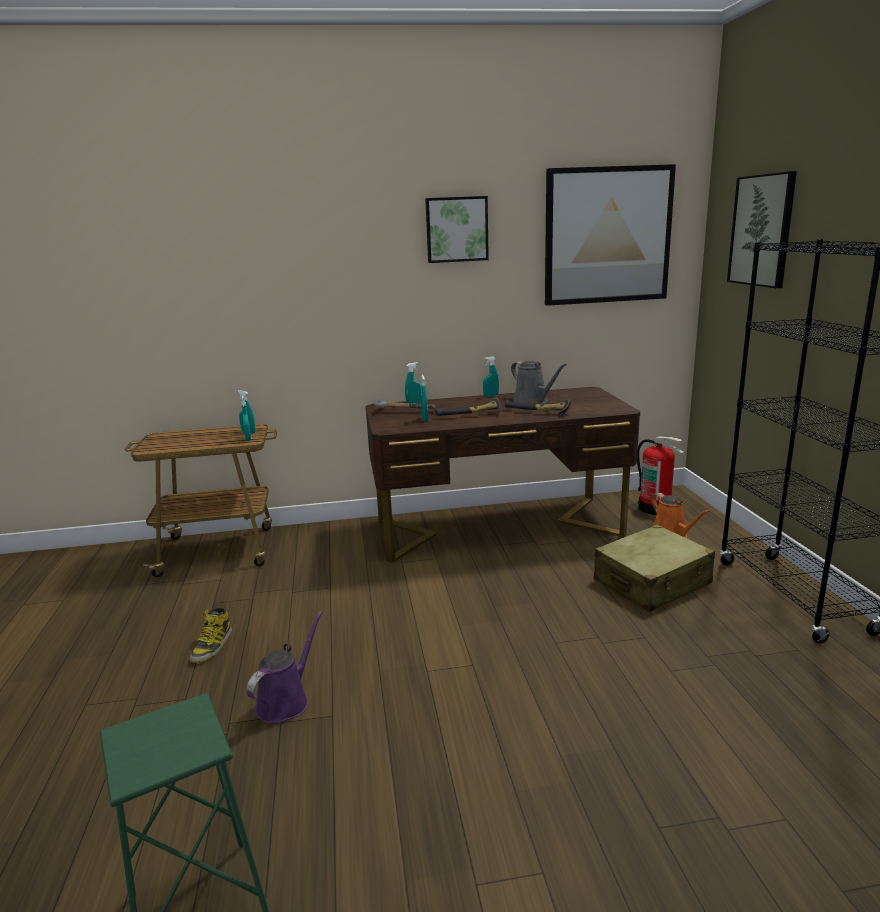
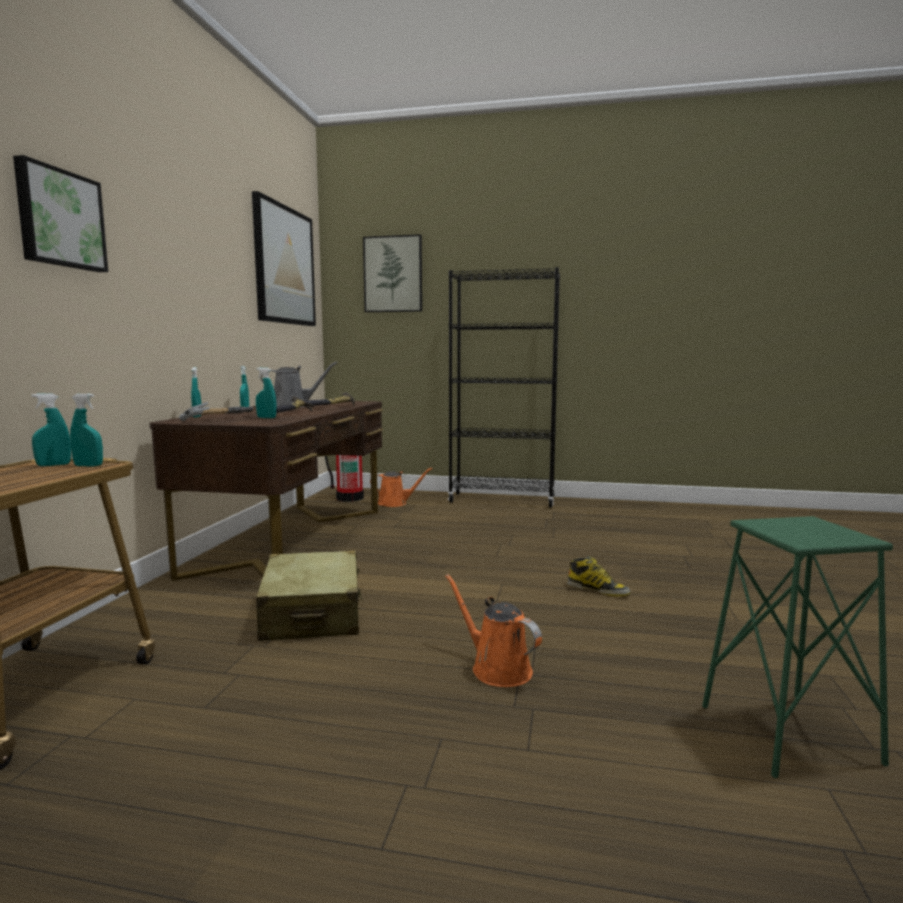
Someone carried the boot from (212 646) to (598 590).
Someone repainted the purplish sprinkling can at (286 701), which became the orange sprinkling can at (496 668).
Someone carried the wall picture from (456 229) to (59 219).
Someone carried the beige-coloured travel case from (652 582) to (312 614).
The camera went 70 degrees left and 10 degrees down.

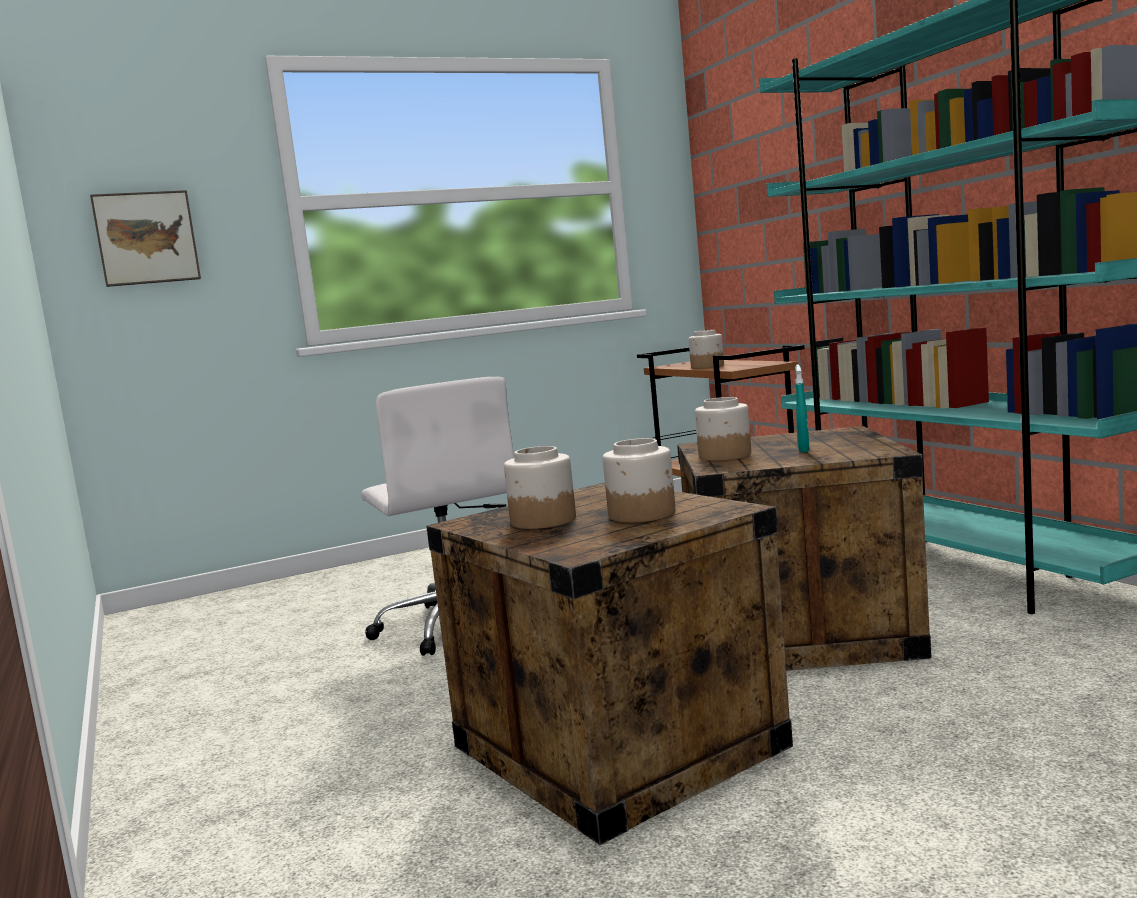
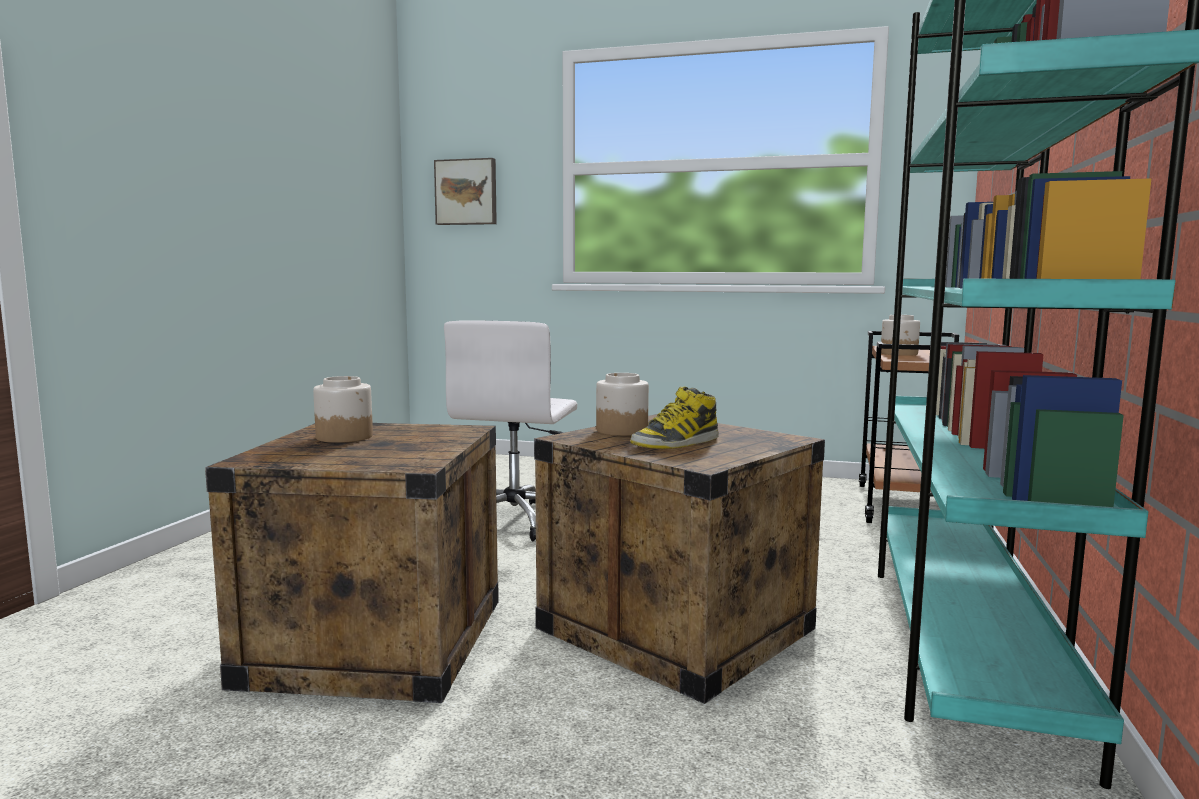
Someone took away the storage jar at (642 514).
Someone swapped the turquoise-coloured hand sprayer at (803 450) for the boot at (676 443).
The camera went 40 degrees right and 0 degrees up.

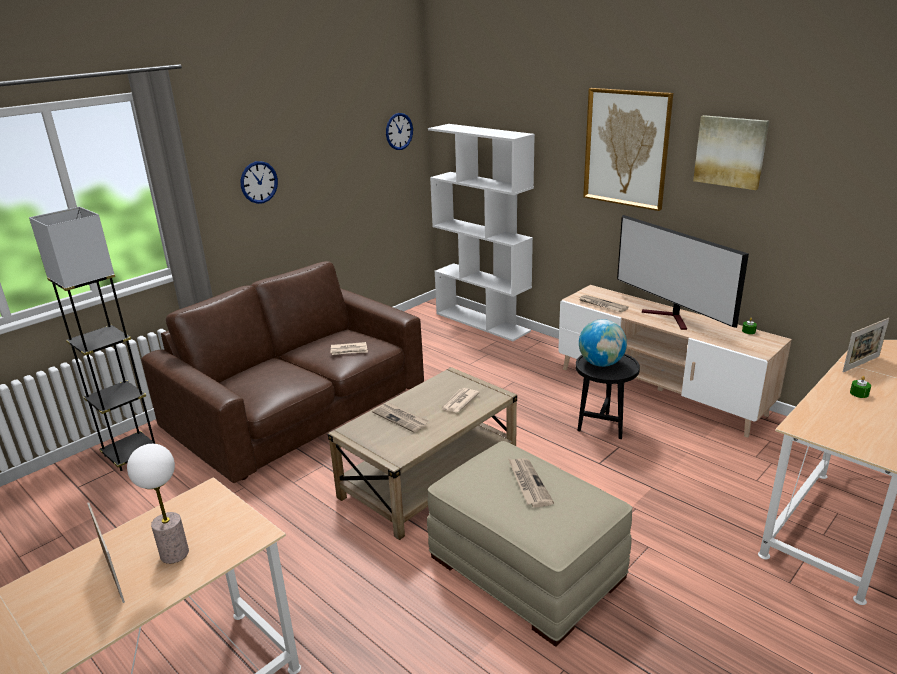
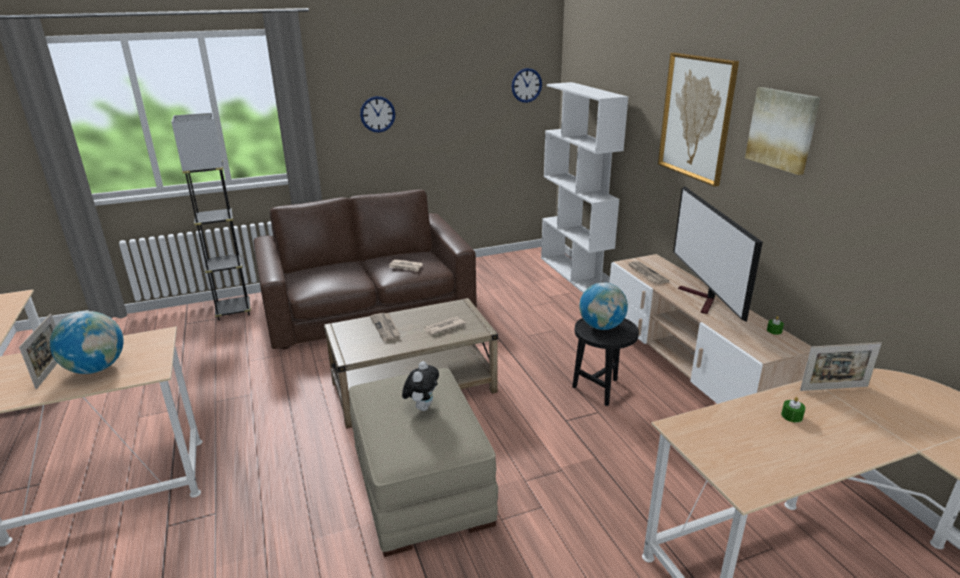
Someone swapped the table lamp at (175 553) for the desk globe at (96 368).
Someone swapped the newspaper at (528 483) for the plush toy at (422 407).
The camera went 25 degrees right and 0 degrees up.

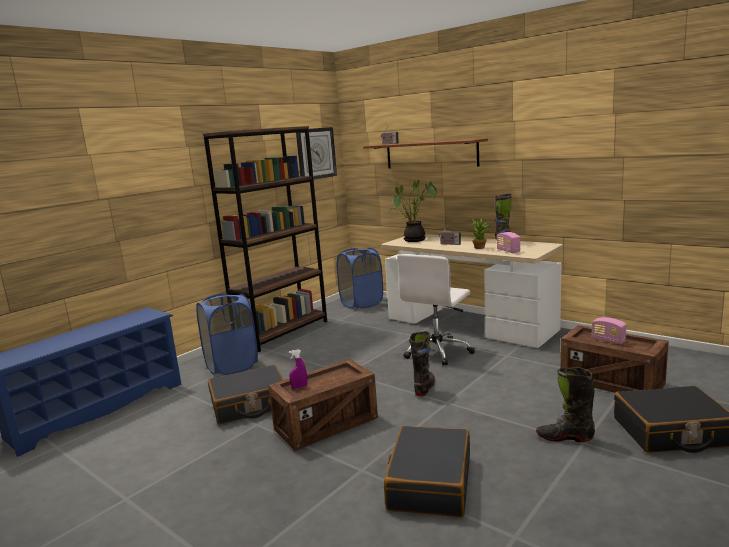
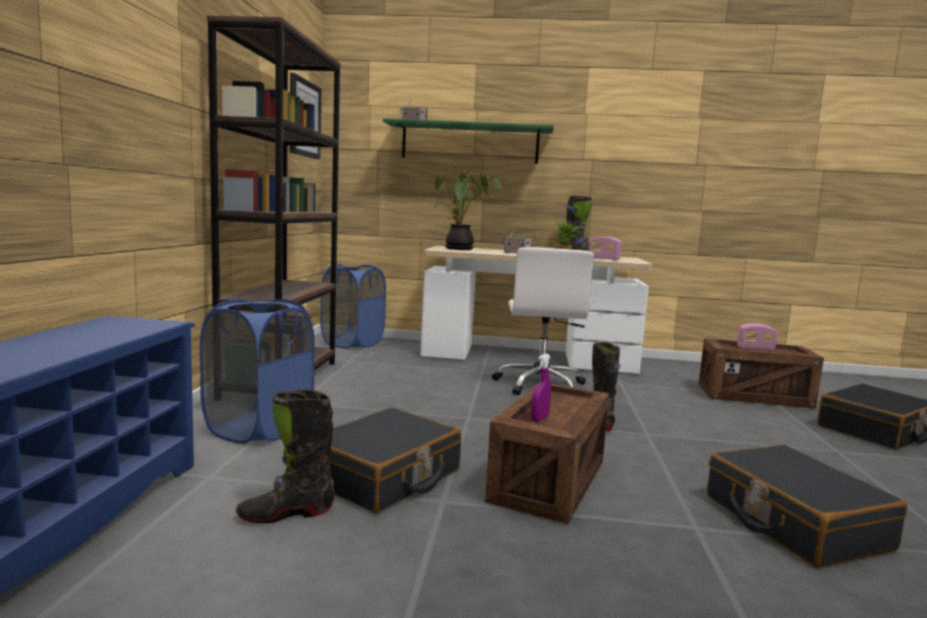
Someone repainted the brownish bracket shelf at (430 154), which became the green-coloured bracket shelf at (470 143).
Someone carried the black boot from (564 437) to (286 513).
The camera went 35 degrees left and 5 degrees down.

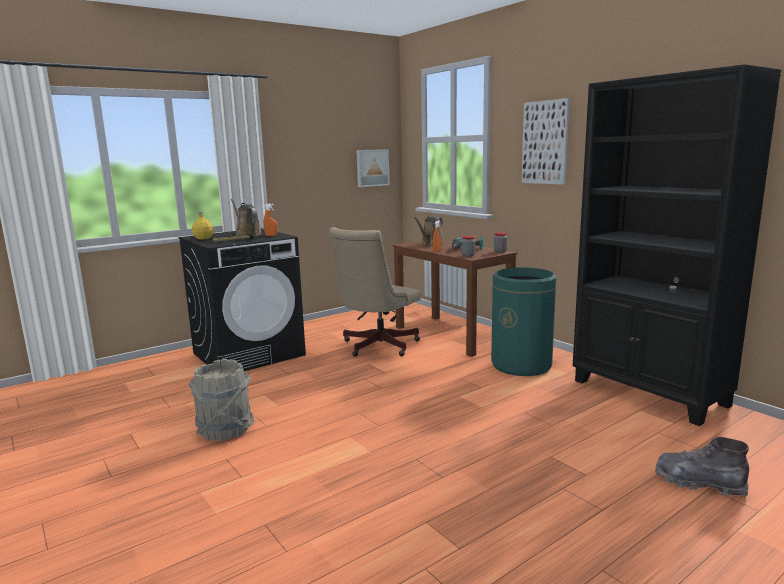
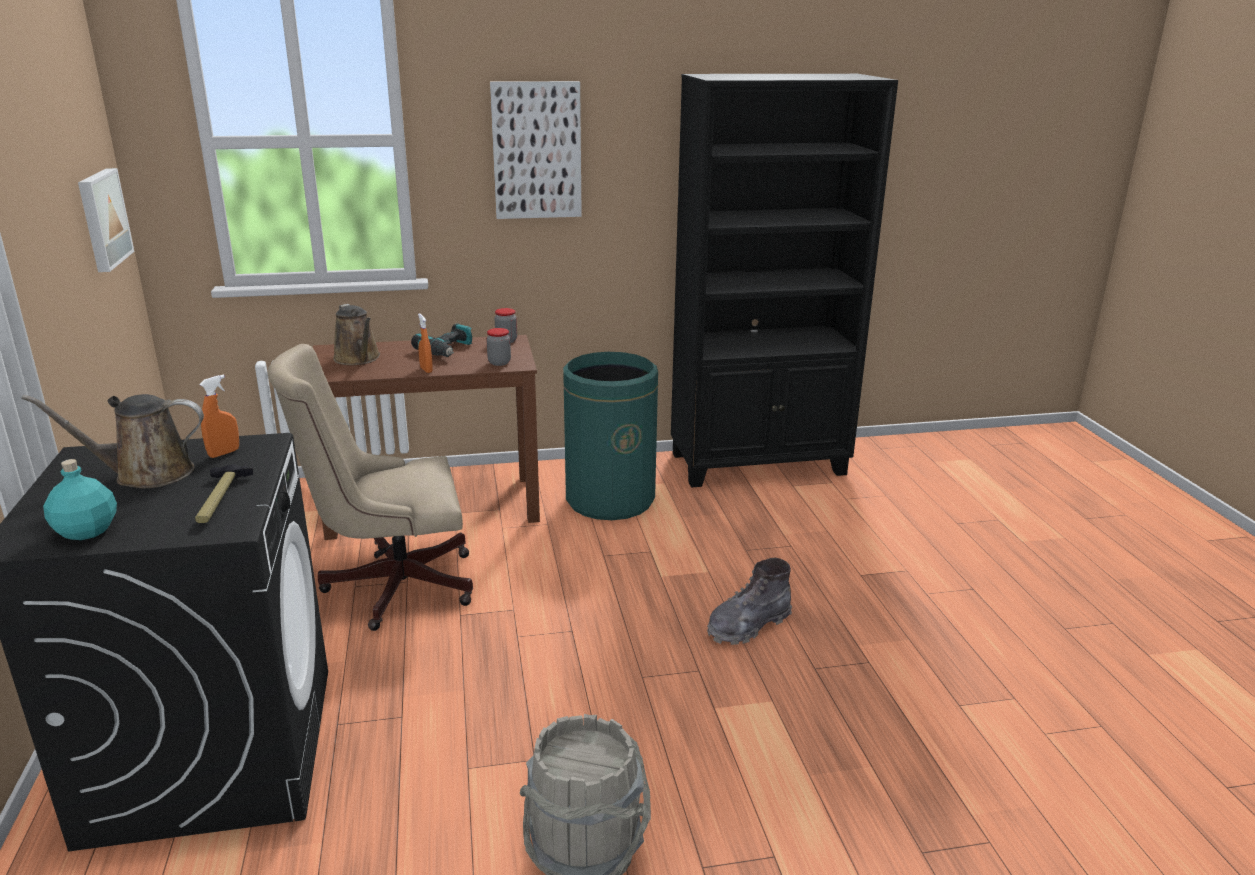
Someone repainted the yellowish bottle at (203 238), which became the turquoise-coloured bottle at (86 532).
Someone rotated the beige-coloured computer chair at (376 346) by 105 degrees clockwise.
Someone carried the gray boot from (698 483) to (748 625).
The camera went 65 degrees left and 10 degrees up.

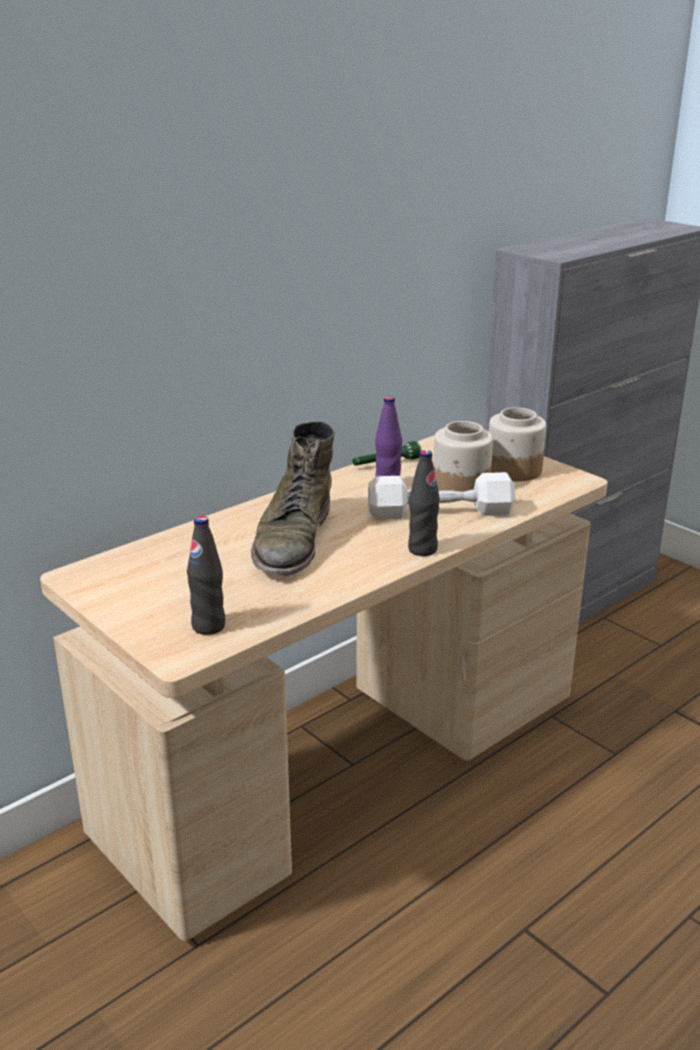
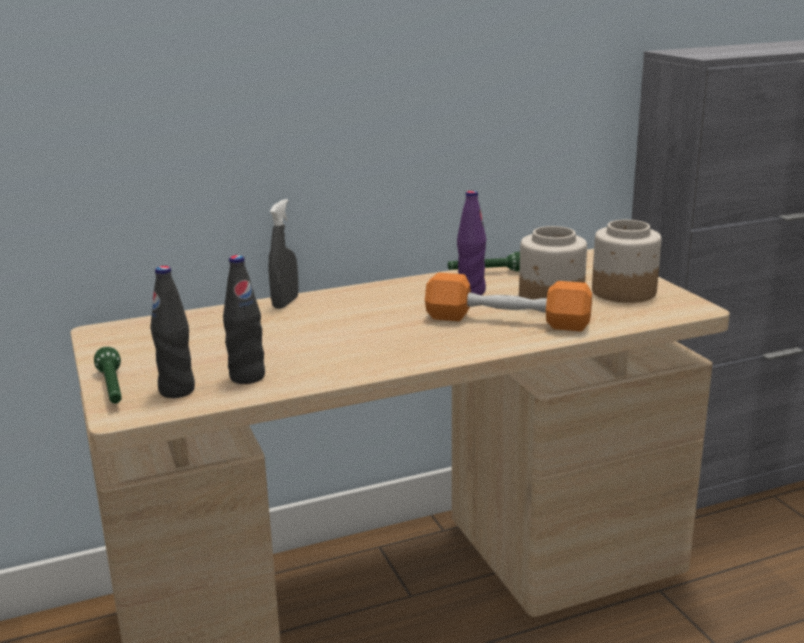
Someone took away the green-coloured boot at (293 540).
Someone repainted the white-coloured hand weight at (440 512), which became the orange hand weight at (507 321).
Someone carried the black bottle from (422 549) to (247 377).
Someone put down the green-coloured torch at (112 389).
Someone put down the gray hand sprayer at (285 303).
The camera went 20 degrees right and 5 degrees down.

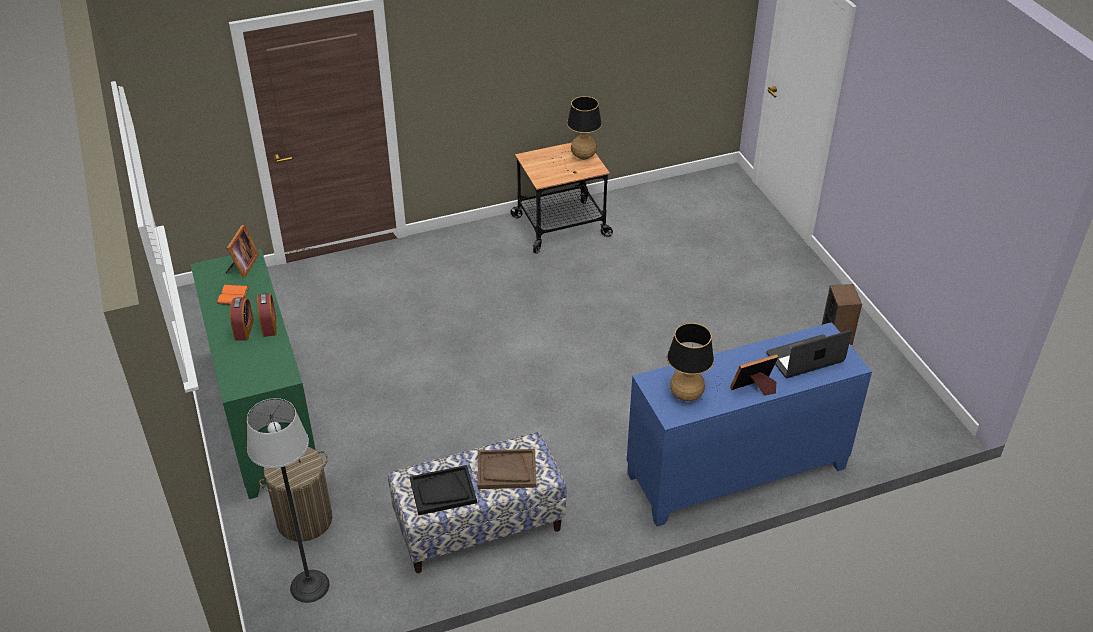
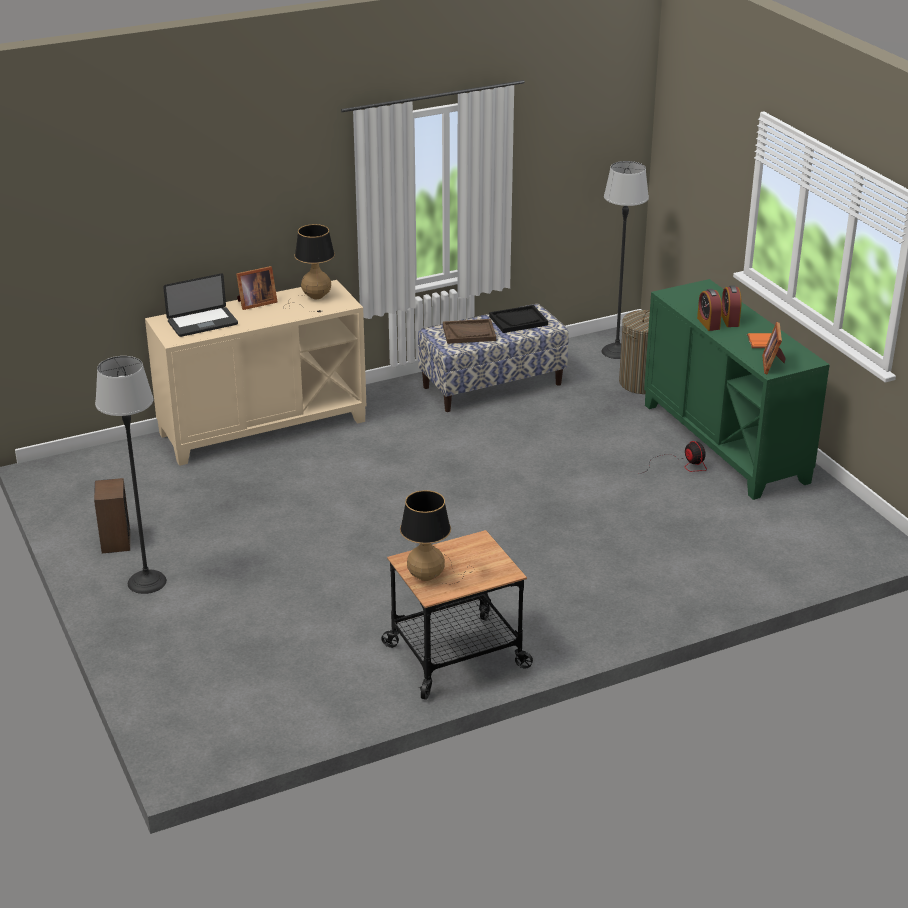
Someone repainted the bluish storage cabinet at (736 472), which became the beige-coloured storage cabinet at (263 427).
Someone put down the floor lamp at (147 582).
Someone put down the electric fan at (681 465).
The camera went 175 degrees right and 10 degrees down.

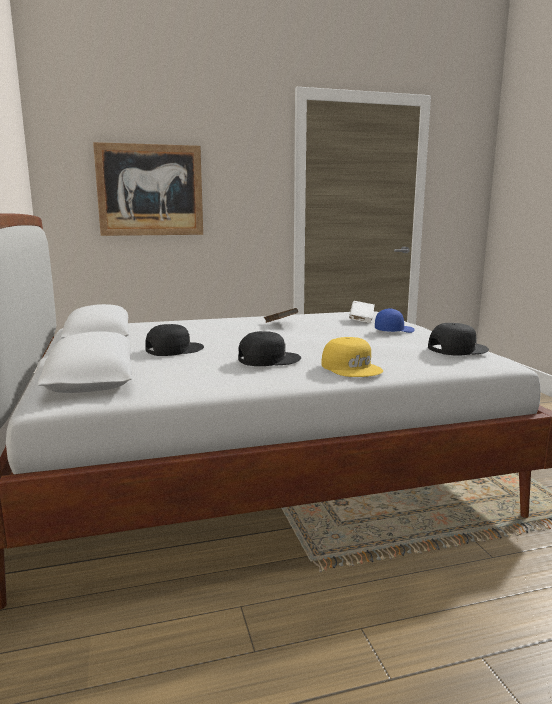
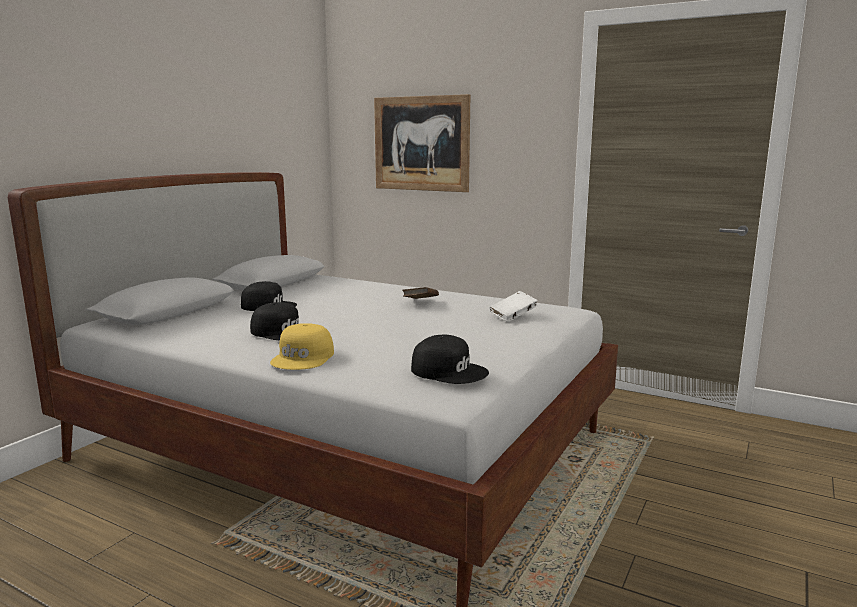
Someone took away the bluish cap at (394 331).
The camera went 45 degrees right and 0 degrees up.

